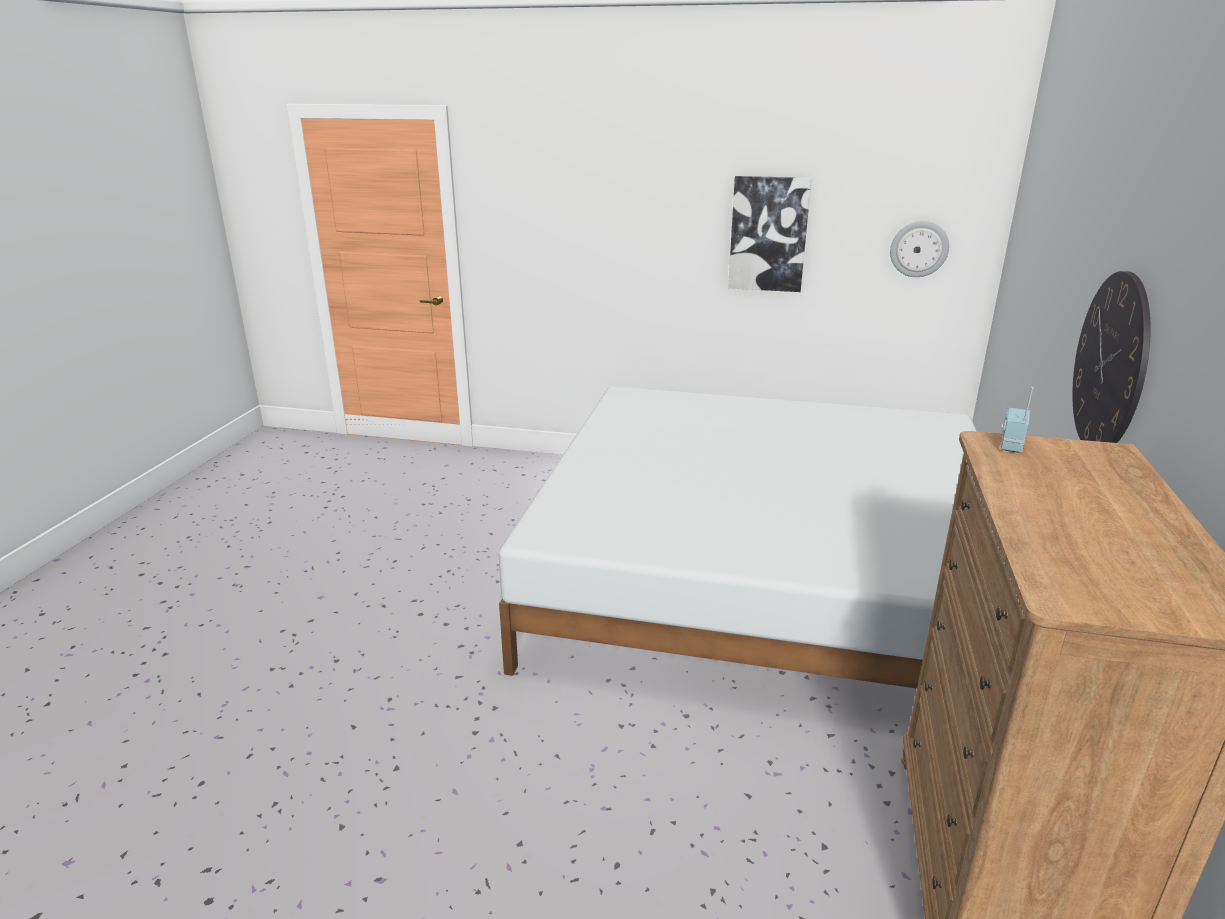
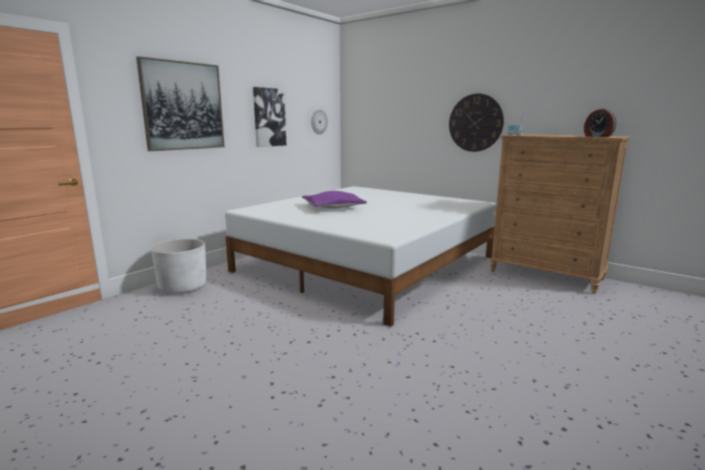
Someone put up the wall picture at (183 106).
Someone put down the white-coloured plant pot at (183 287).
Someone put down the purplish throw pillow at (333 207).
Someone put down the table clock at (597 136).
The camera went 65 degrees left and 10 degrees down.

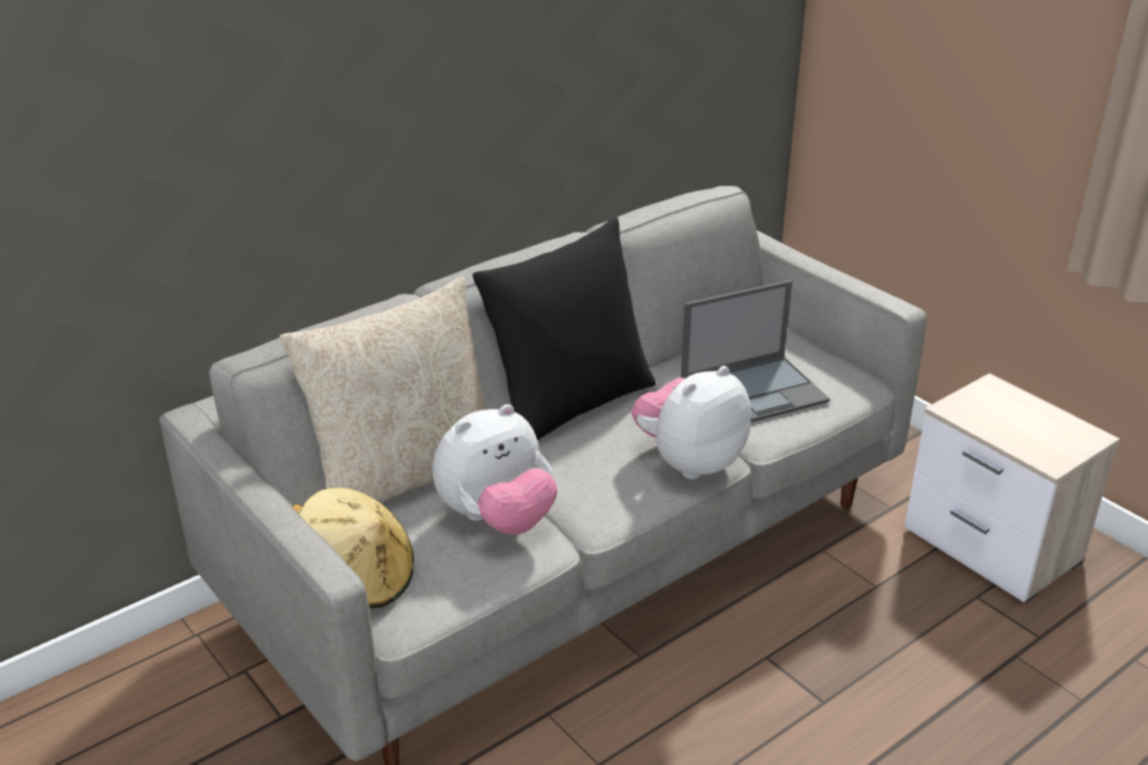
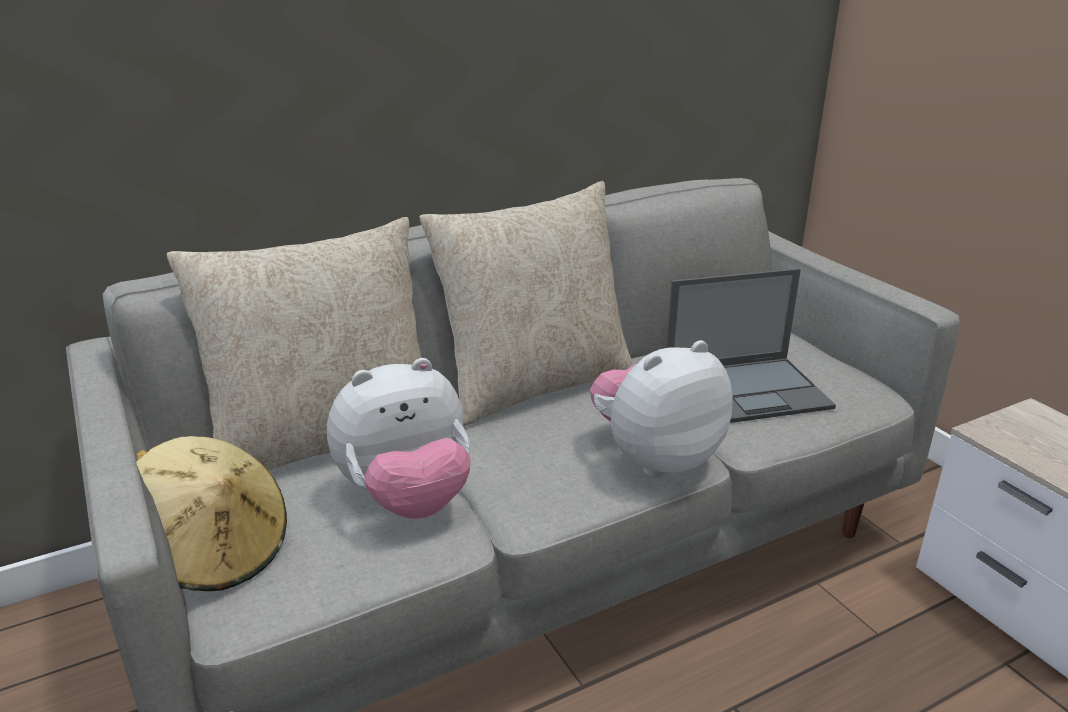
Someone repainted the black throw pillow at (569 404), which became the beige-coloured throw pillow at (534 384).
The camera went 10 degrees right and 5 degrees down.

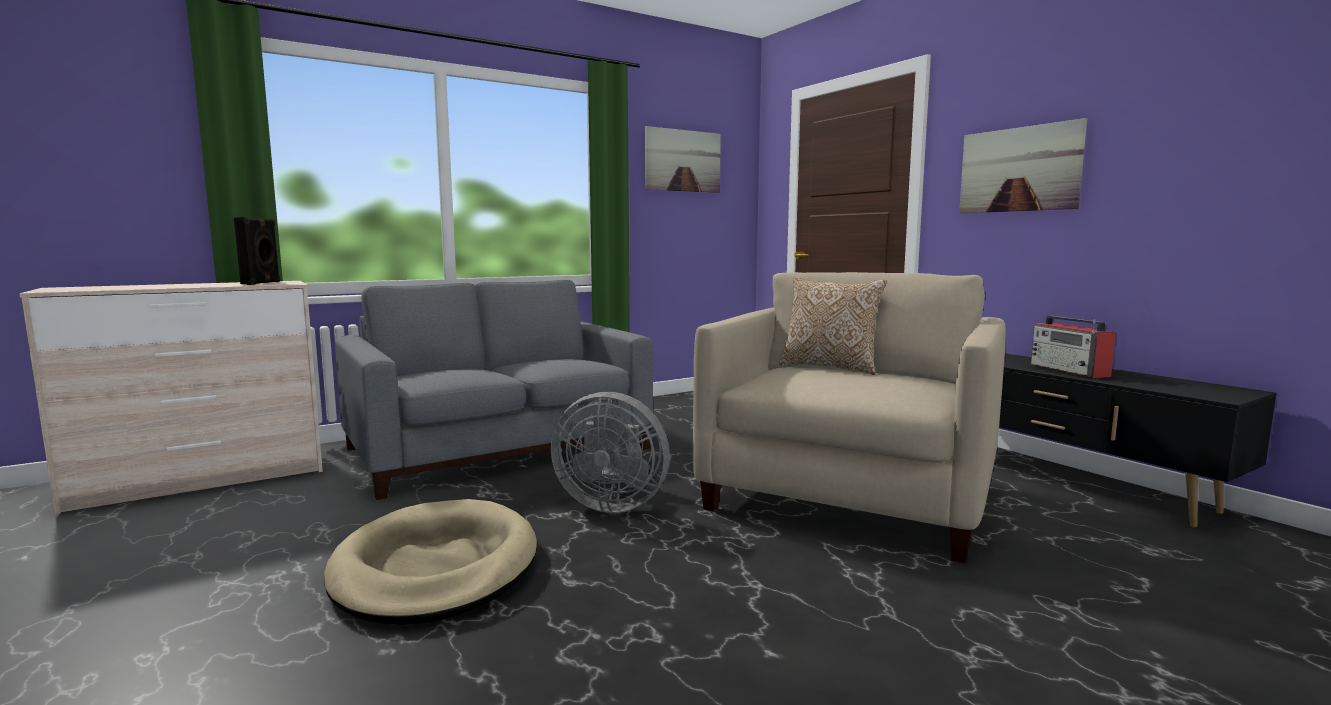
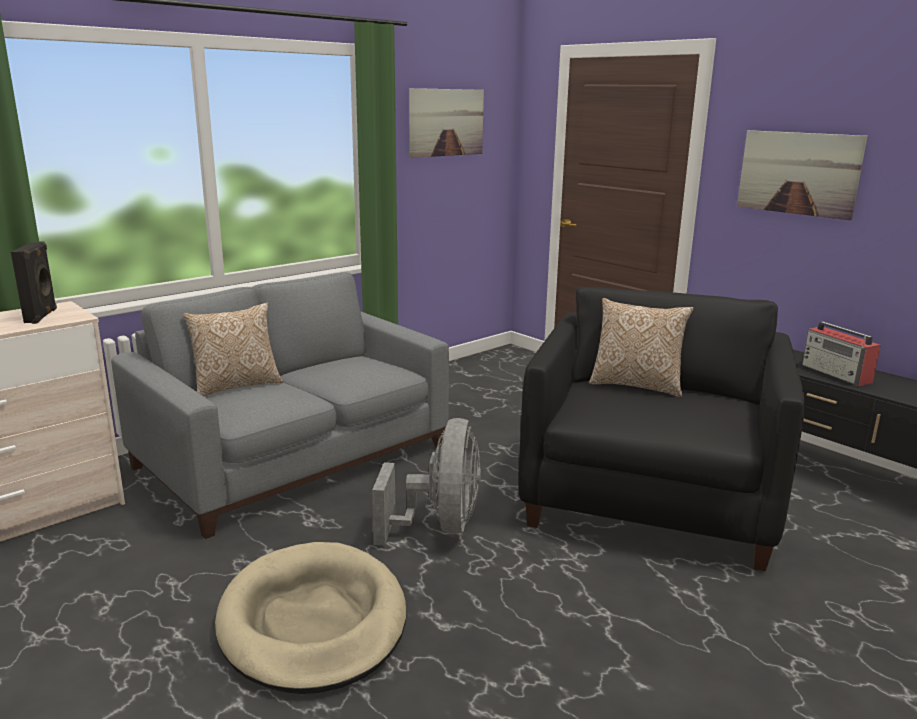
Someone rotated the gray electric fan at (611 504) by 90 degrees counterclockwise.
Someone repainted the beige-coloured easy chair at (849 497), which became the black easy chair at (650 500).
Someone put down the throw pillow at (236 386).
The camera went 10 degrees left and 10 degrees up.

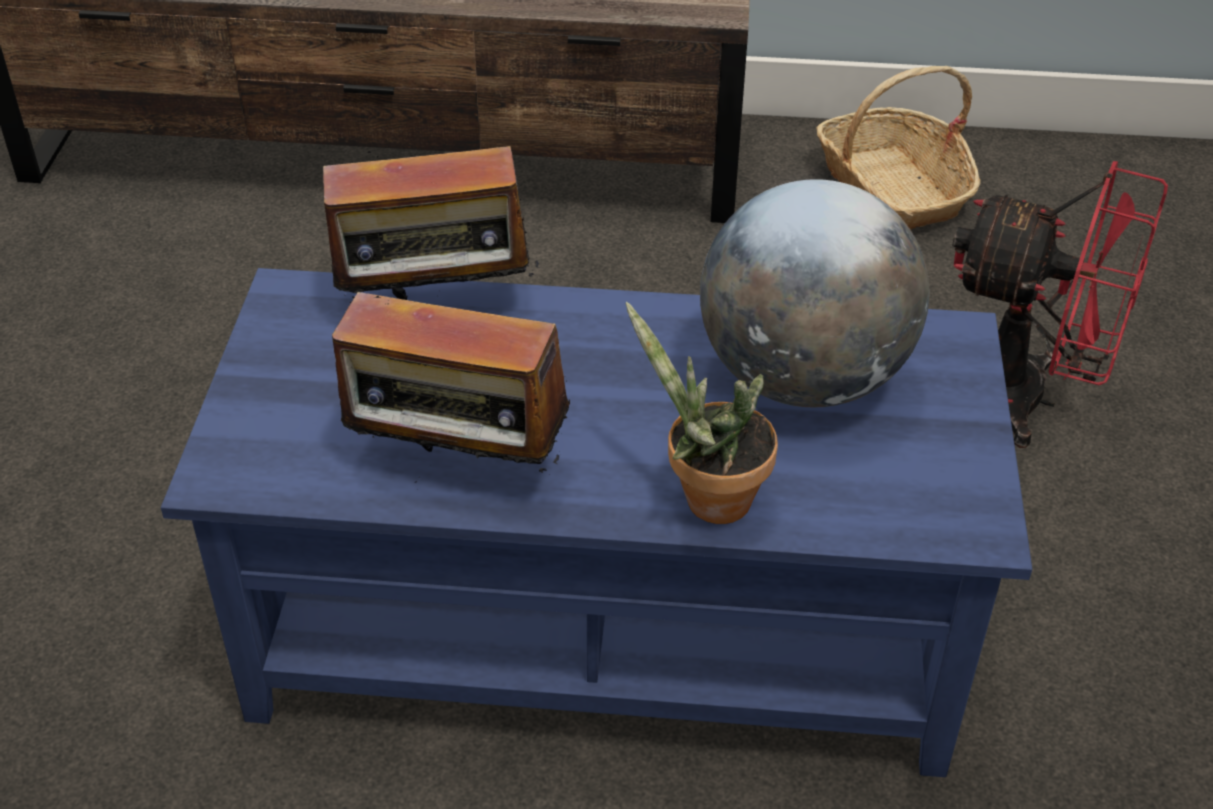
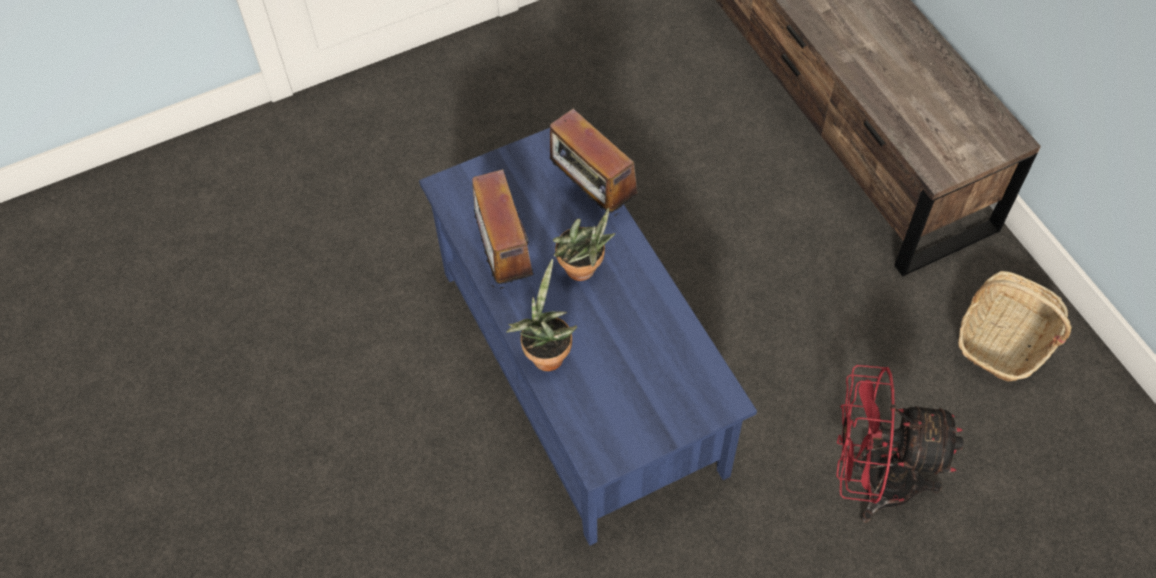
Someone took away the desk globe at (803 378).
Someone rotated the reddish electric fan at (1026 399) by 105 degrees clockwise.
Someone put down the houseplant at (583 272).
The camera went 60 degrees right and 15 degrees up.

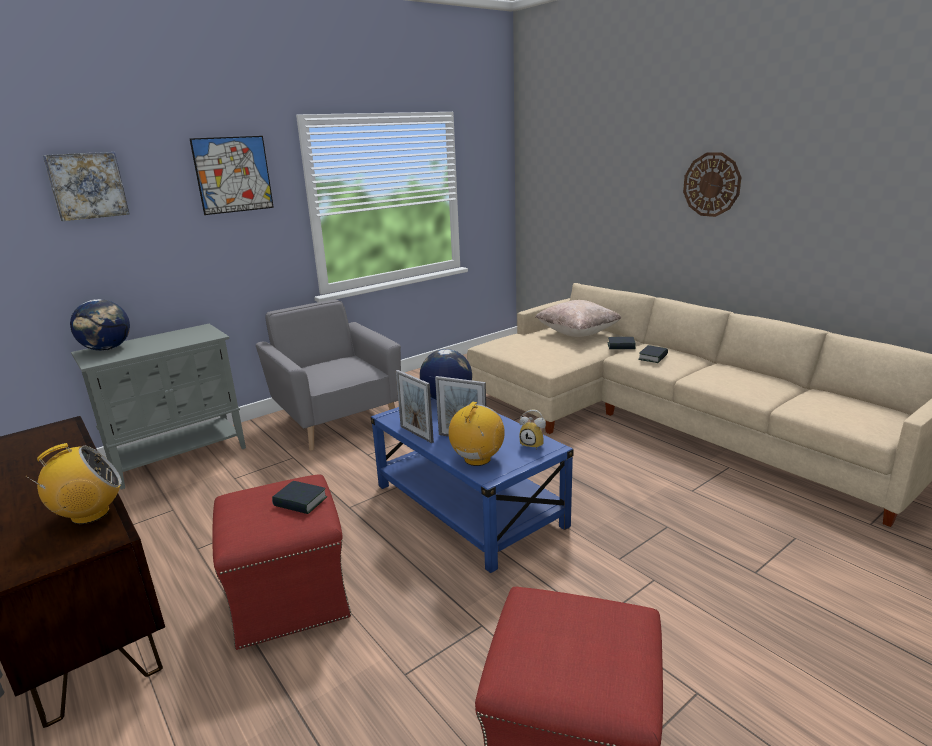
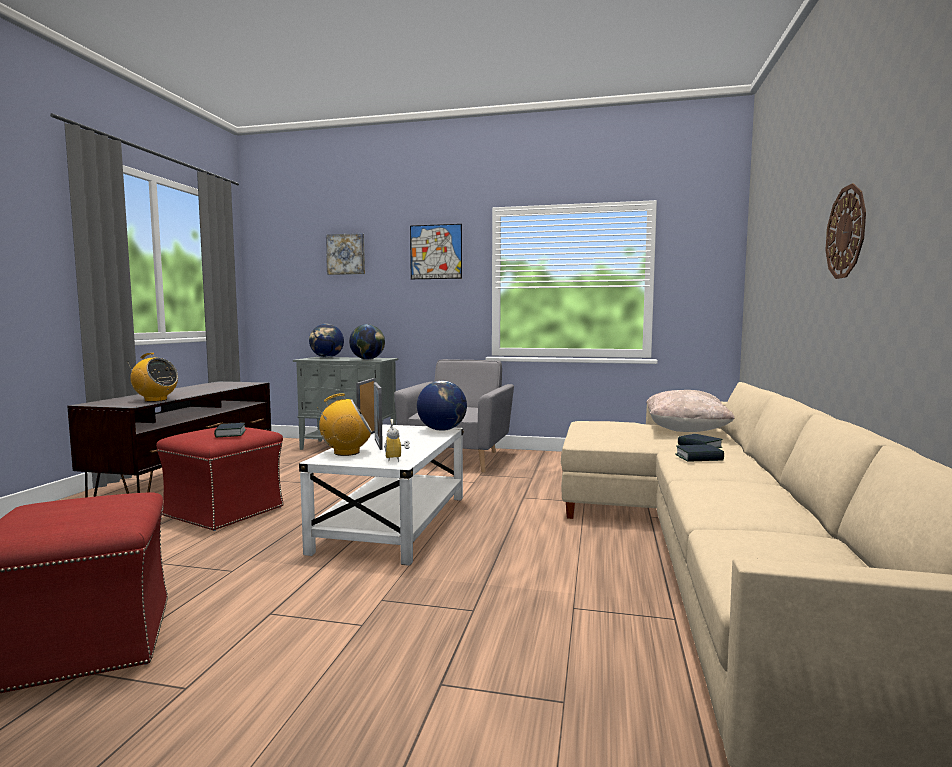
Someone repainted the bluish coffee table at (468 506), which became the white-coloured coffee table at (393 524).
Someone put down the desk globe at (367 359).
The camera went 50 degrees right and 15 degrees down.

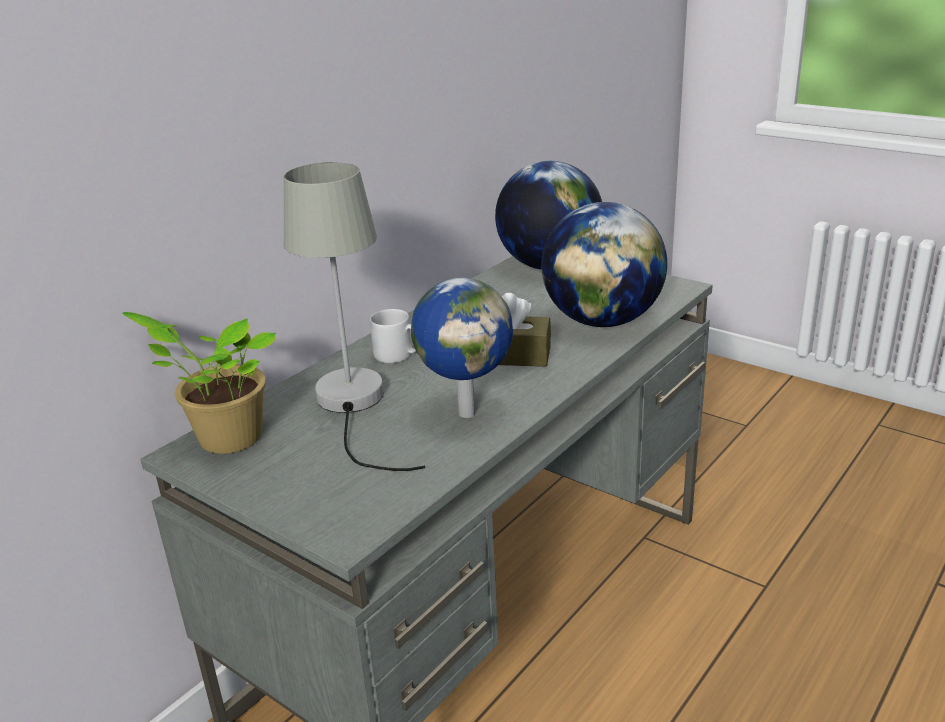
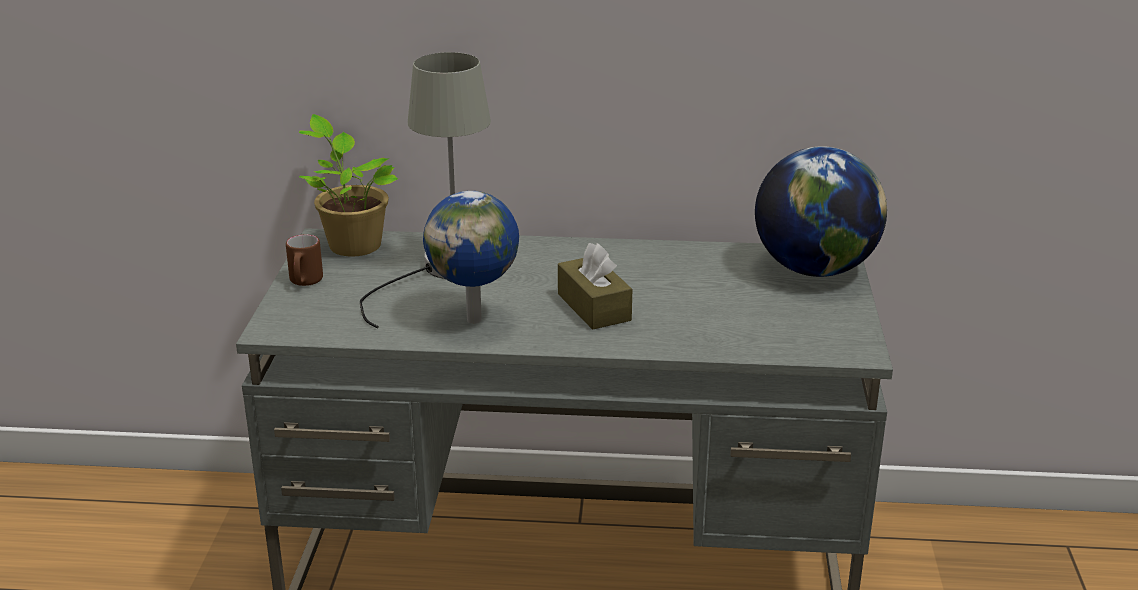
Someone took away the gray coffee mug at (398 355).
Someone took away the desk globe at (602 321).
Someone put down the brownish coffee mug at (304 282).
The camera went 55 degrees right and 0 degrees up.

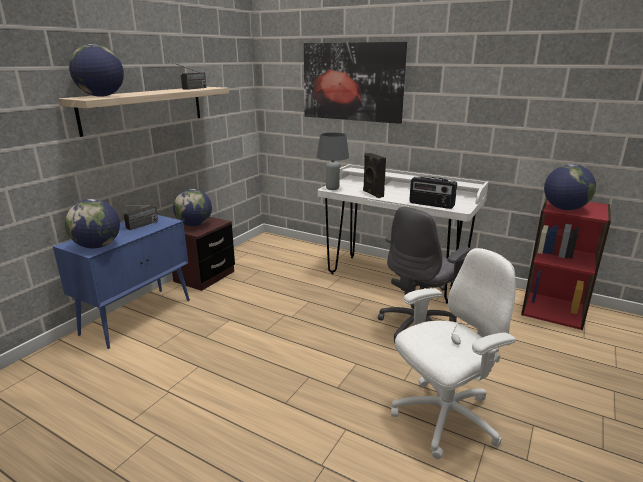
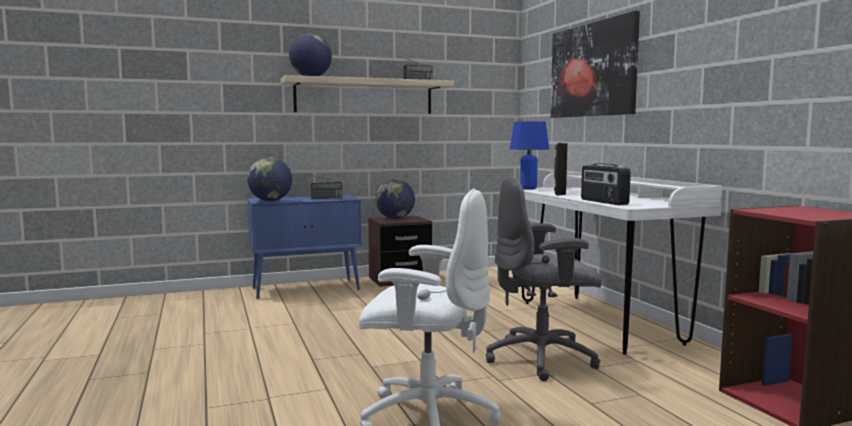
Someone repainted the gray table lamp at (333 188), which became the bluish table lamp at (528 189).
Someone took away the desk globe at (564 209).
The camera went 40 degrees right and 15 degrees down.

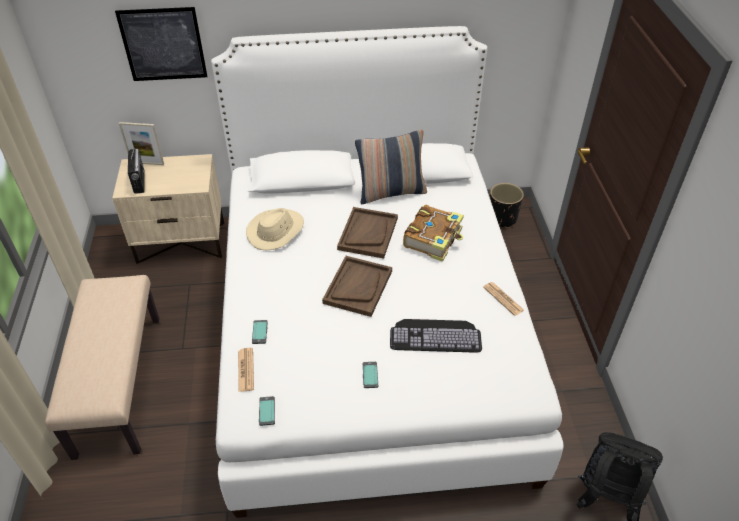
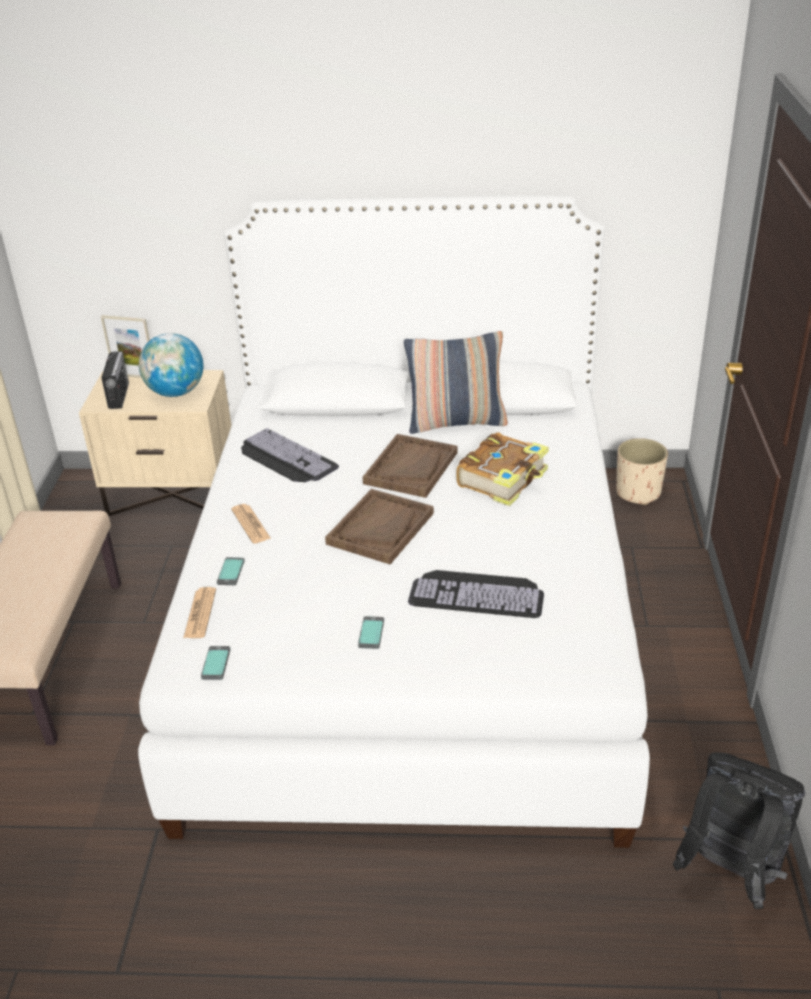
Someone took away the wall picture at (163 44).
Someone swapped the beige-coloured hat at (276 231) for the keyboard at (284 458).
Someone carried the newspaper from (503 299) to (251 524).
Someone repainted the black plant pot at (502 218), which became the beige-coloured plant pot at (638 493).
Someone put down the desk globe at (176 392).
The camera went 10 degrees right and 10 degrees down.

